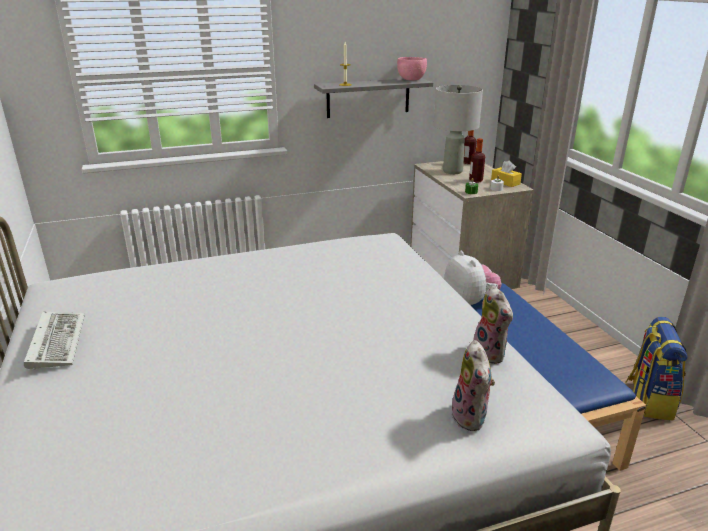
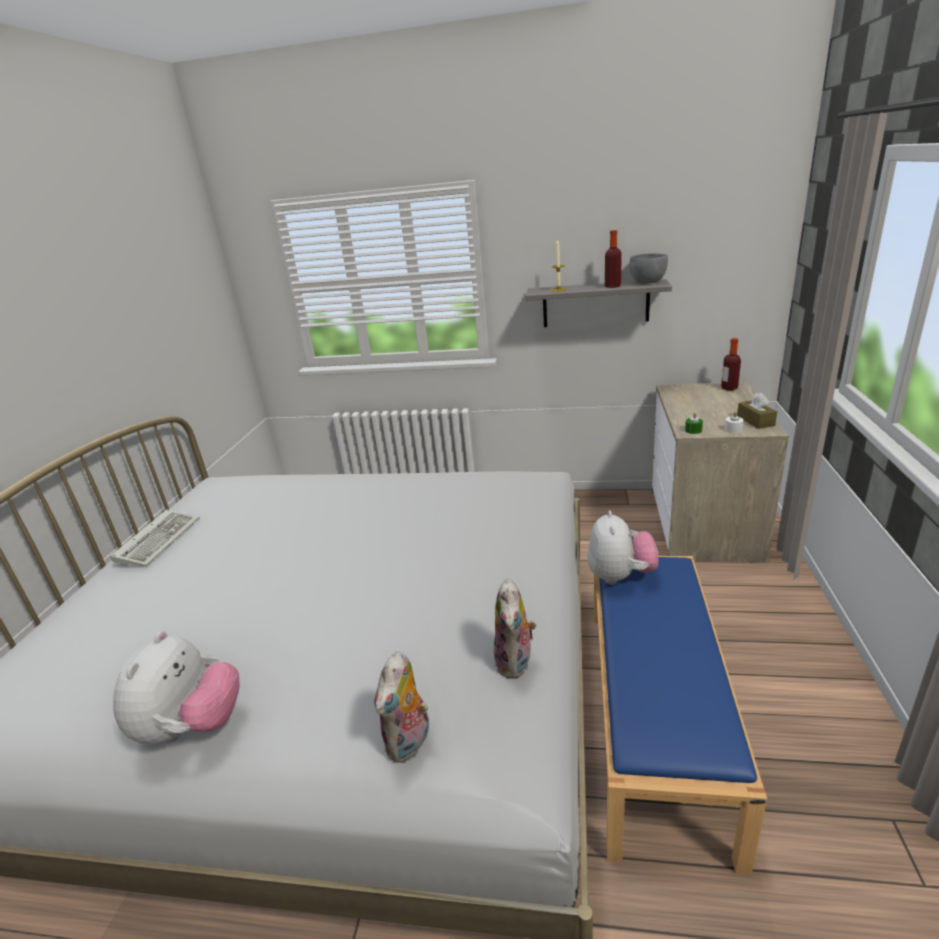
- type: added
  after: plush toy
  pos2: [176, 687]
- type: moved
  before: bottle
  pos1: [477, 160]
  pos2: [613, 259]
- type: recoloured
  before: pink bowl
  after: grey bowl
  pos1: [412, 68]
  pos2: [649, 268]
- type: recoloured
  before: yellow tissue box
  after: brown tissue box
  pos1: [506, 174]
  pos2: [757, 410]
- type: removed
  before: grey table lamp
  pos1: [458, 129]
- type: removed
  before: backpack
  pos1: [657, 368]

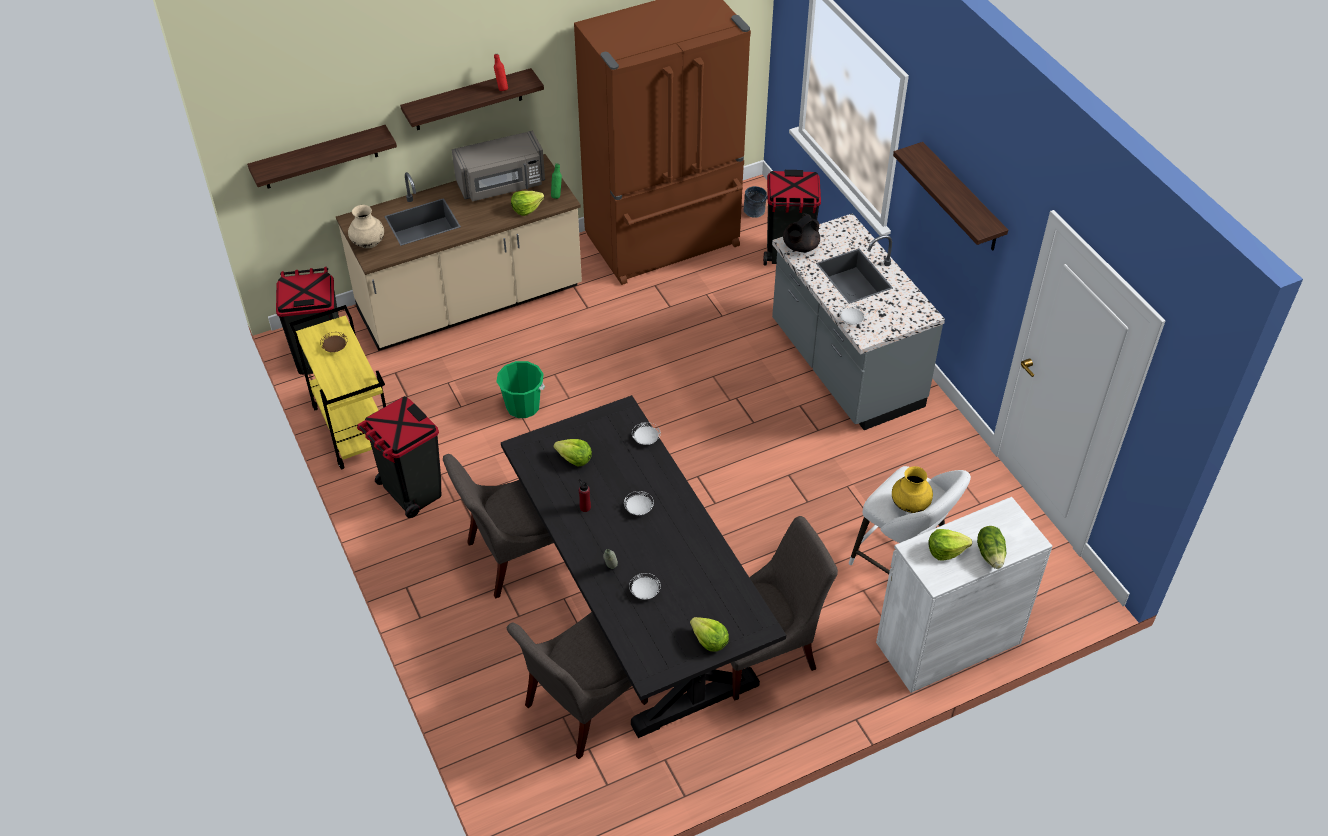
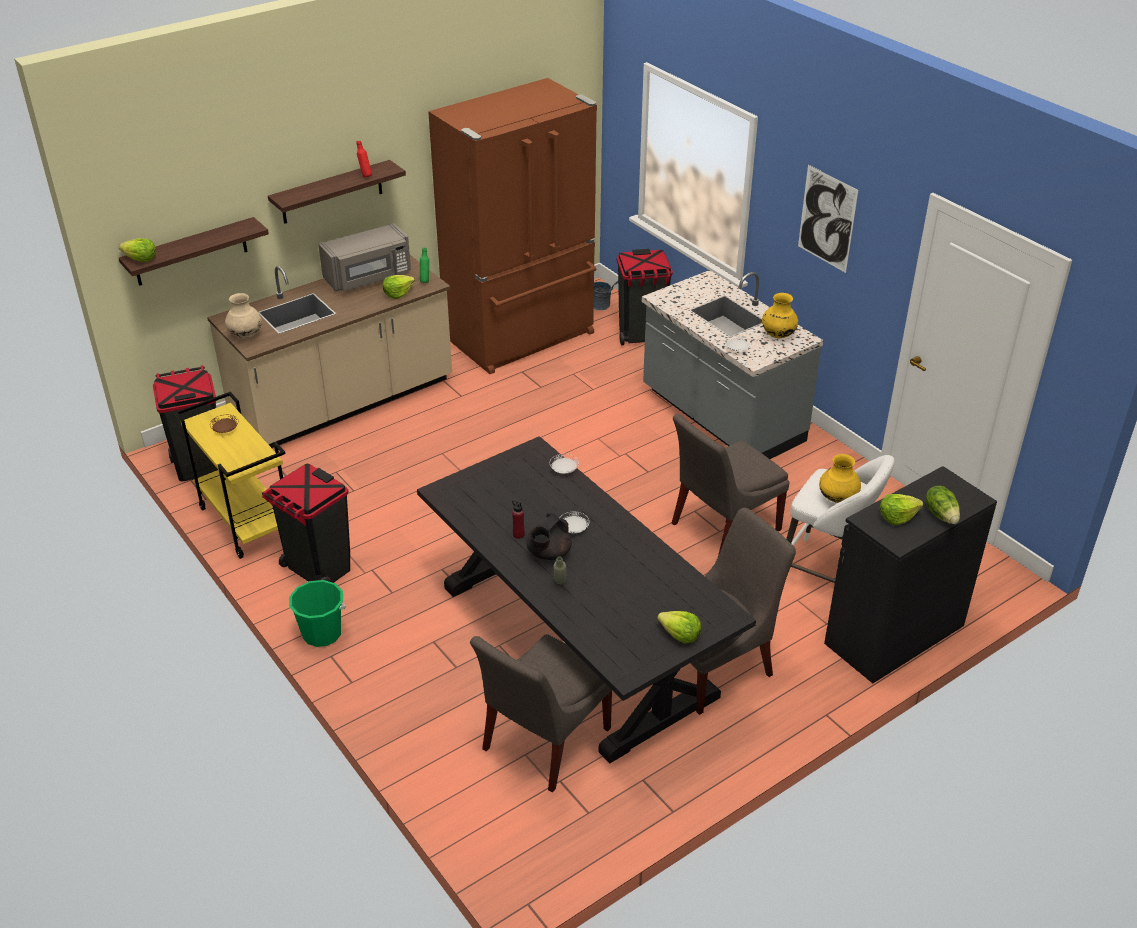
- type: moved
  before: lettuce
  pos1: [573, 453]
  pos2: [137, 250]
- type: moved
  before: green bucket
  pos1: [521, 389]
  pos2: [317, 613]
- type: moved
  before: black teapot
  pos1: [801, 232]
  pos2: [549, 536]
- type: moved
  before: grey chair
  pos1: [498, 526]
  pos2: [730, 485]
- type: added
  after: yellow vase
  pos2: [780, 315]
- type: replaced
  before: shelf
  after: picture
  pos1: [950, 196]
  pos2: [828, 219]
- type: recoloured
  before: white cabinet
  after: black cabinet
  pos1: [964, 595]
  pos2: [910, 574]
- type: removed
  before: white plate
  pos1: [645, 586]

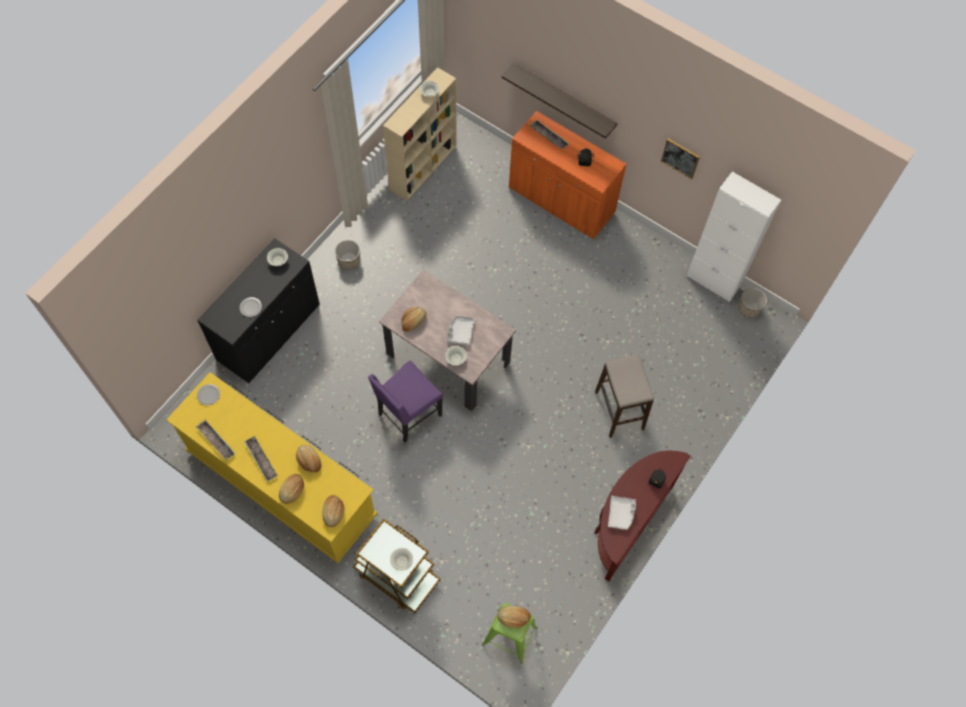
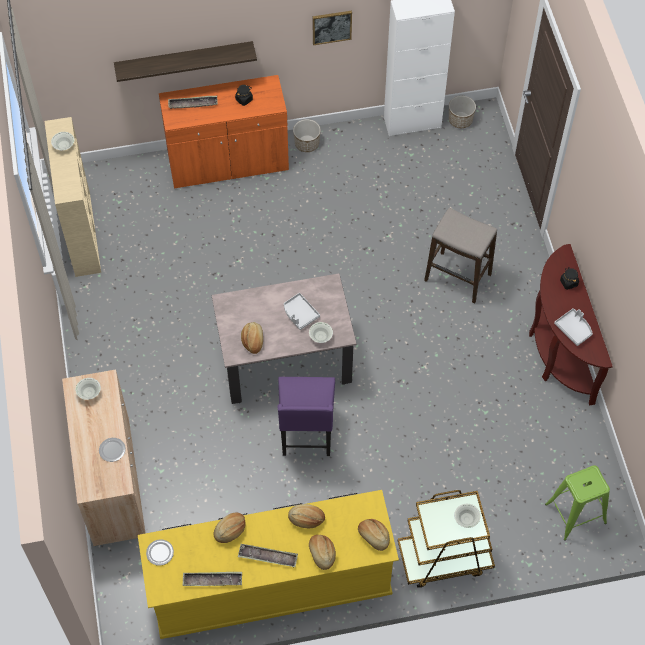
- type: recoloured
  before: black cabinet
  after: beige cabinet
  pos1: [258, 310]
  pos2: [103, 458]
- type: moved
  before: bread
  pos1: [514, 617]
  pos2: [230, 527]
- type: moved
  before: planter
  pos1: [347, 255]
  pos2: [307, 135]

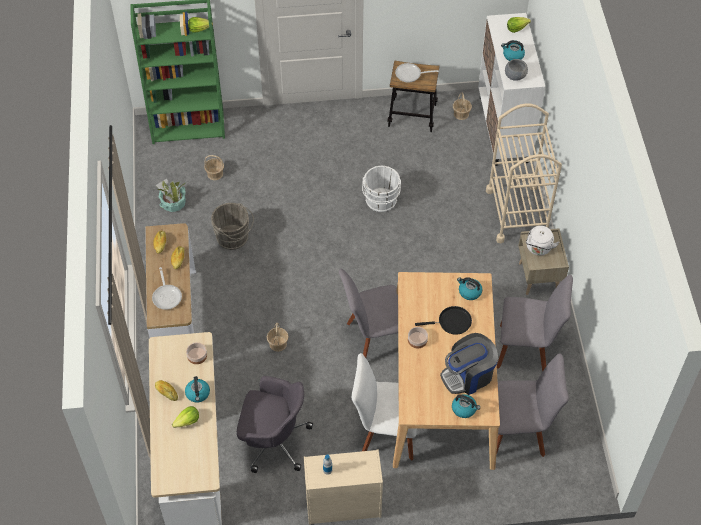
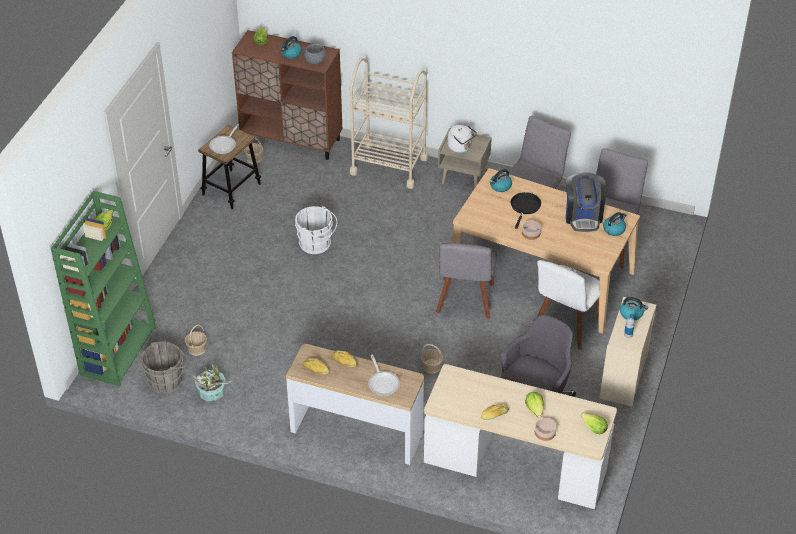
- type: moved
  before: grey bucket
  pos1: [232, 226]
  pos2: [164, 367]
- type: recoloured
  before: white cabinet
  after: brown cabinet
  pos1: [511, 89]
  pos2: [287, 95]
- type: turned
  before: frying pan
  pos1: [167, 288]
  pos2: [384, 375]
  turn: 60
- type: moved
  before: bowl
  pos1: [196, 353]
  pos2: [546, 429]
- type: added
  after: lettuce
  pos2: [594, 423]
- type: moved
  before: kettle
  pos1: [197, 389]
  pos2: [634, 309]

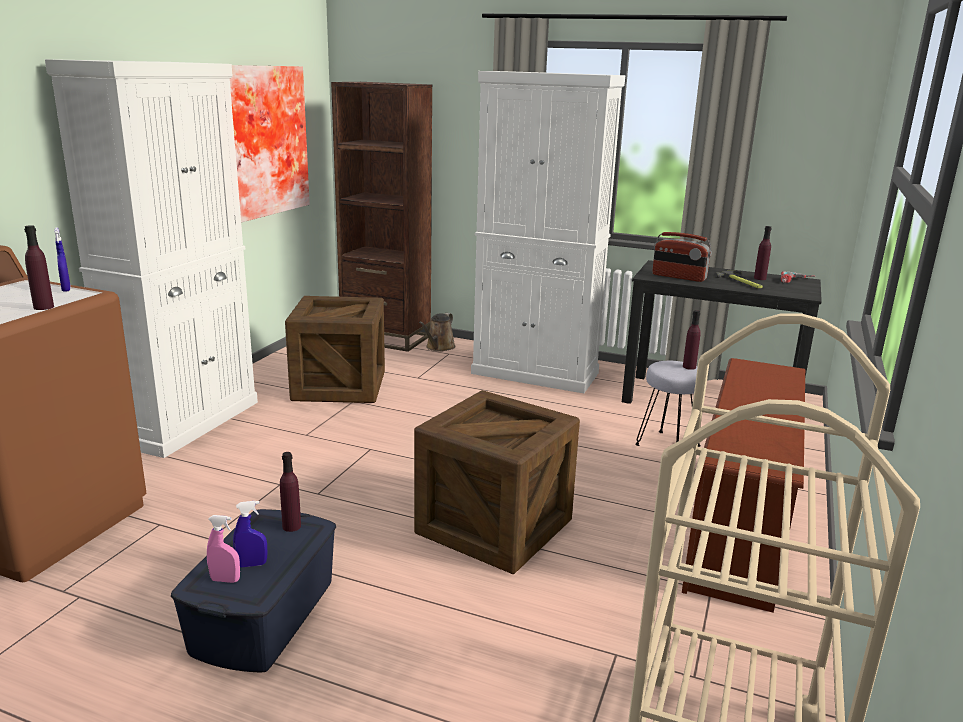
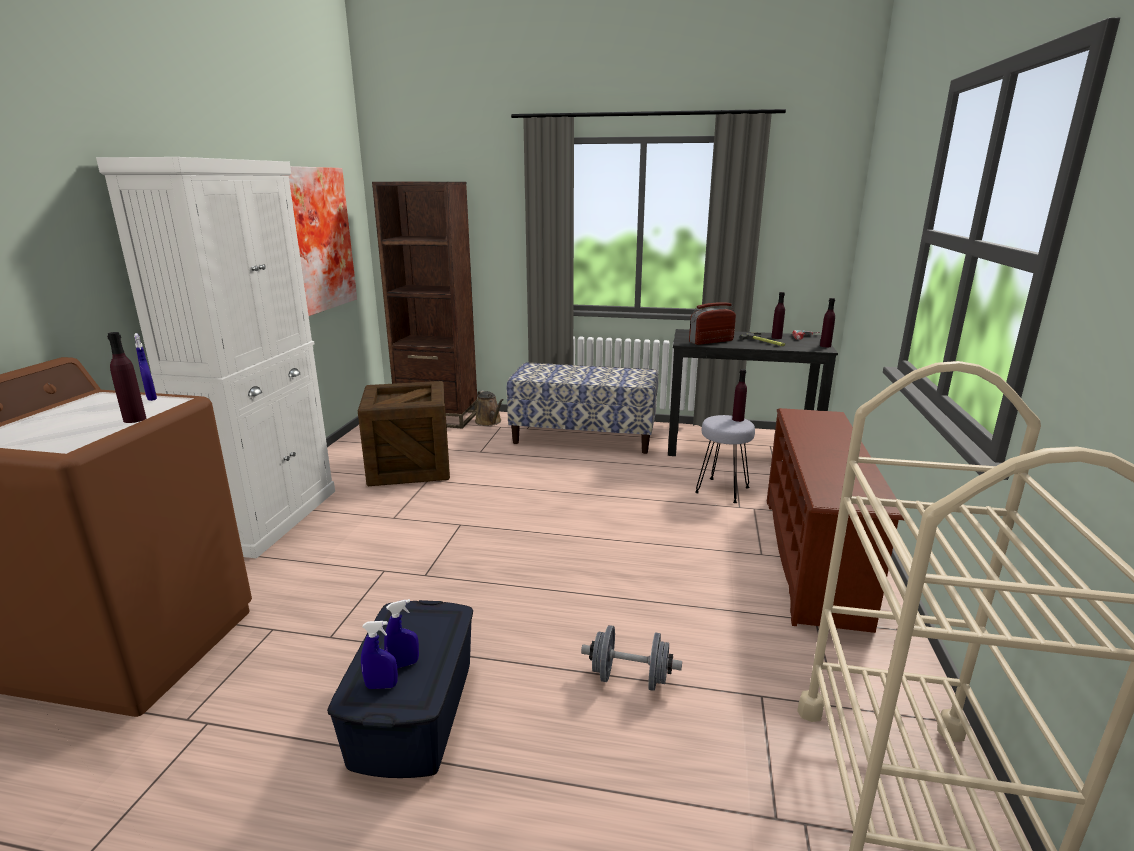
- type: recoloured
  before: pink spray bottle
  after: blue spray bottle
  pos1: [223, 549]
  pos2: [379, 655]
- type: turned
  before: brown watering can
  pos1: [437, 332]
  pos2: [489, 408]
  turn: -45
- type: replaced
  before: white cabinet
  after: bench
  pos1: [548, 232]
  pos2: [583, 408]
- type: added
  after: grey dumbbell
  pos2: [631, 658]
- type: turned
  before: radio
  pos1: [682, 257]
  pos2: [712, 323]
  turn: 135
- type: moved
  before: purple bottle
  pos1: [290, 492]
  pos2: [827, 322]
- type: removed
  before: crate
  pos1: [497, 482]

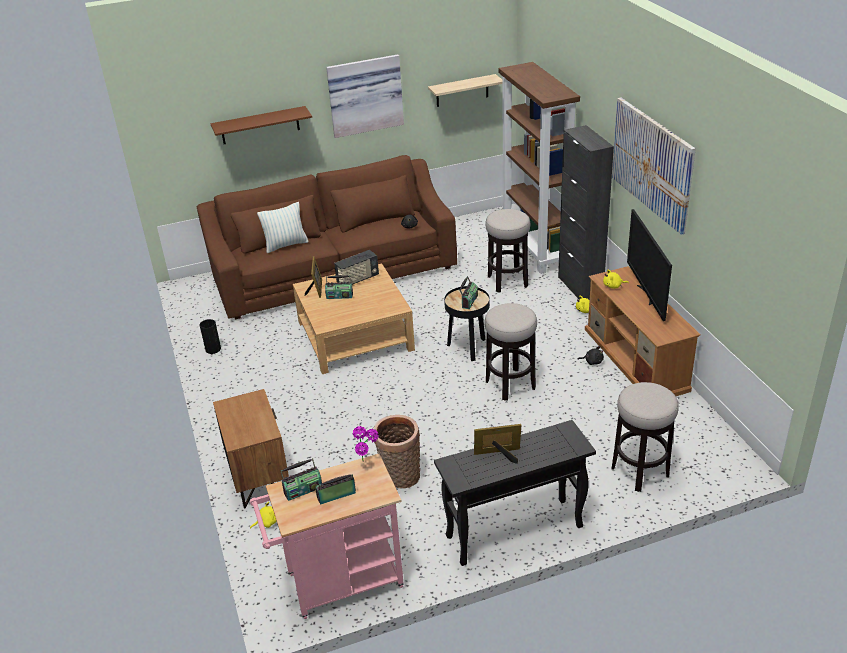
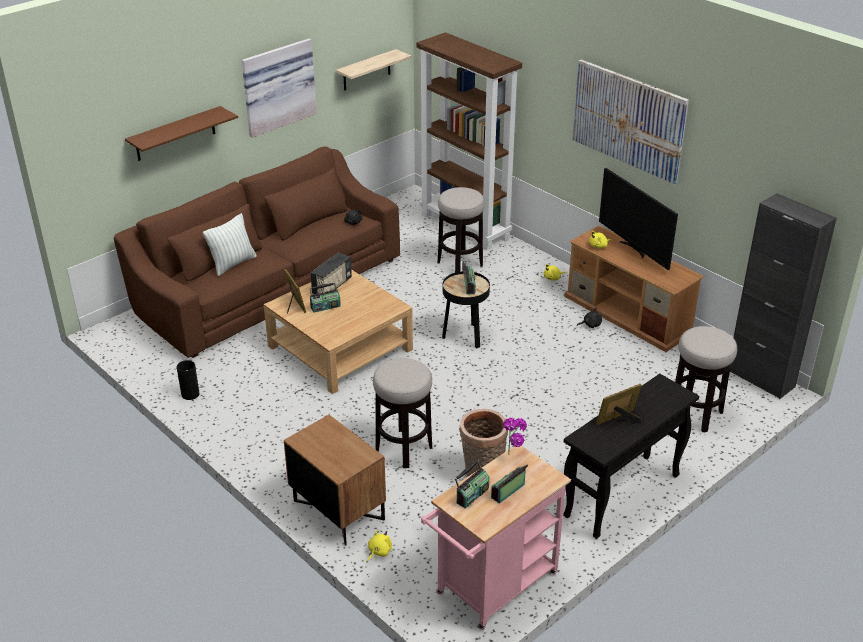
- type: moved
  before: stool
  pos1: [511, 352]
  pos2: [402, 413]
- type: moved
  before: black cabinet
  pos1: [586, 212]
  pos2: [783, 296]

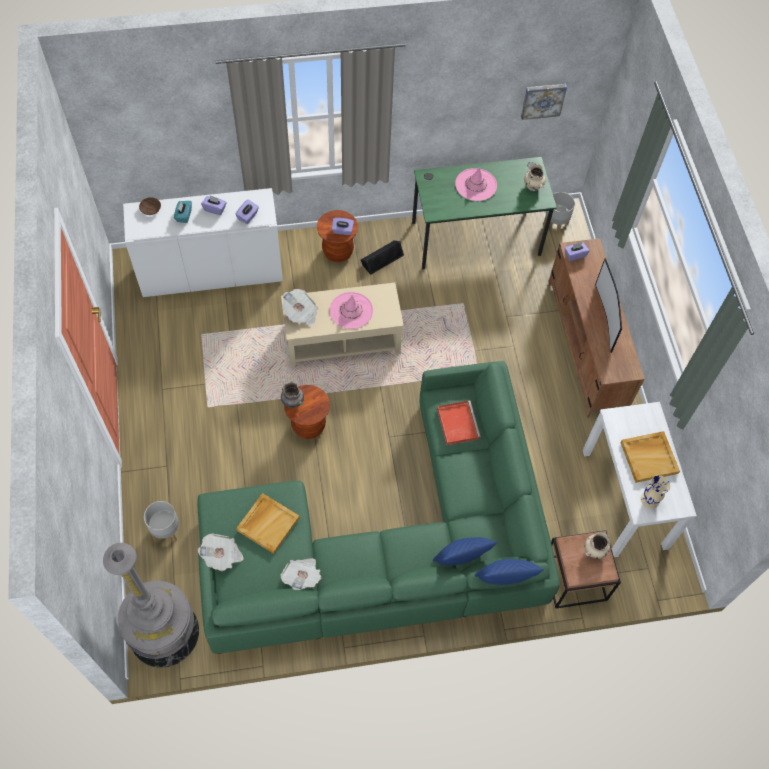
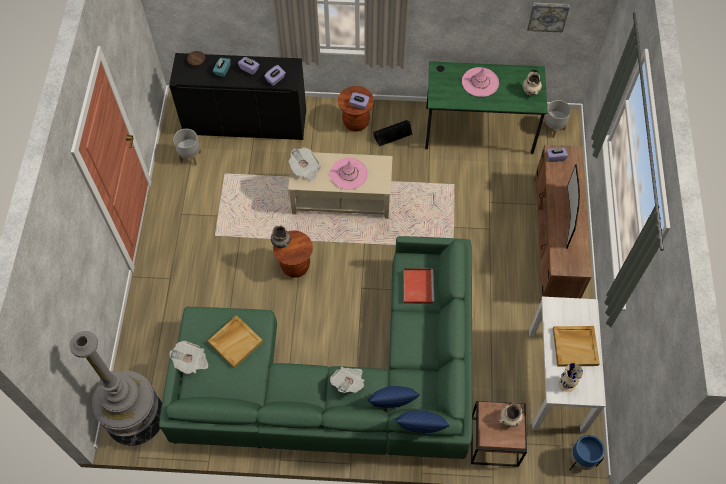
- type: recoloured
  before: white cabinet
  after: black cabinet
  pos1: [203, 242]
  pos2: [237, 96]
- type: moved
  before: grey planter
  pos1: [161, 521]
  pos2: [187, 147]
- type: moved
  before: newspaper
  pos1: [301, 574]
  pos2: [347, 380]
- type: added
  after: blue planter
  pos2: [587, 452]

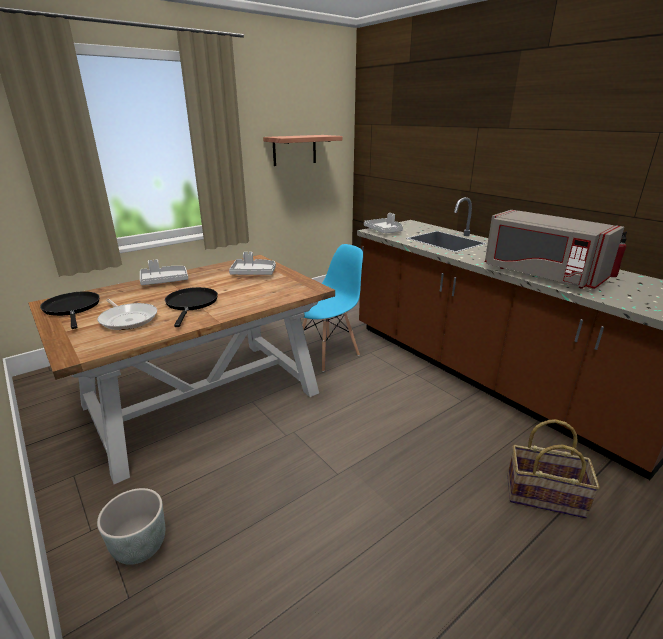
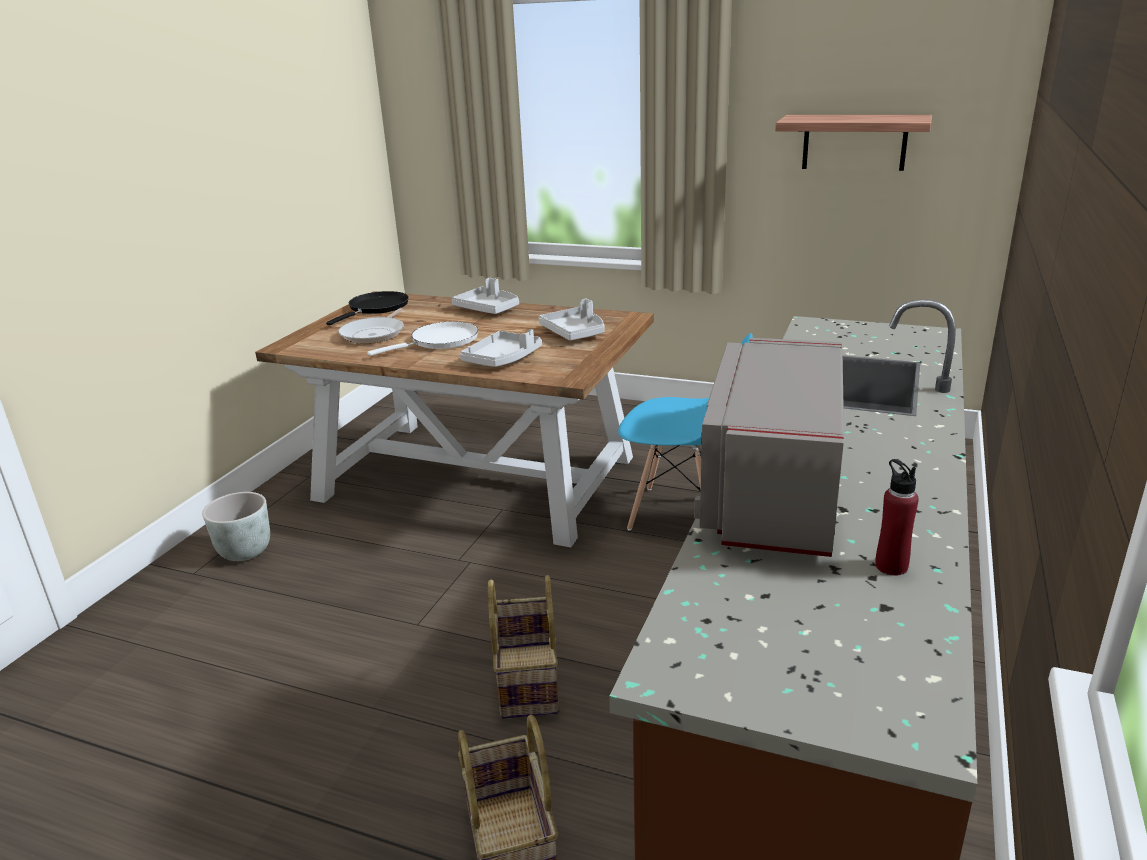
- type: recoloured
  before: black frying pan
  after: white frying pan
  pos1: [191, 307]
  pos2: [422, 338]
- type: moved
  before: grey tray
  pos1: [383, 223]
  pos2: [501, 348]
- type: added
  after: basket
  pos2: [523, 647]

